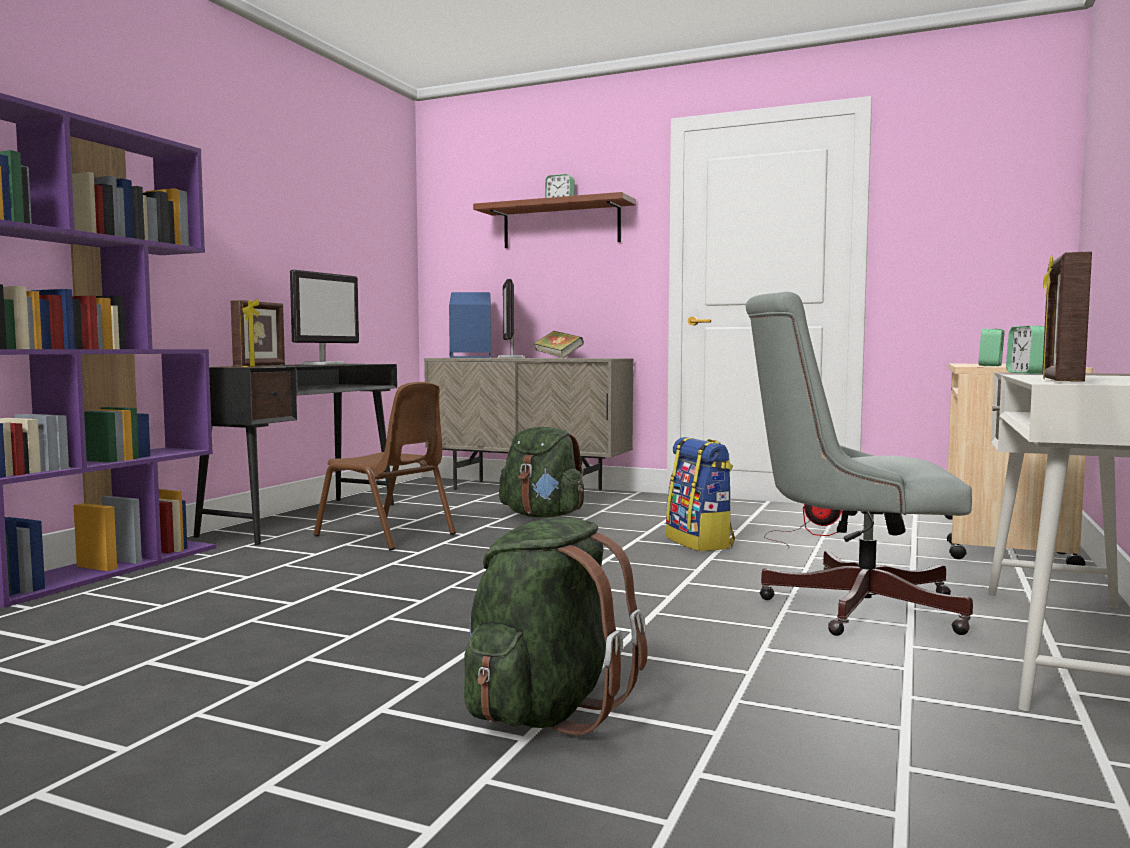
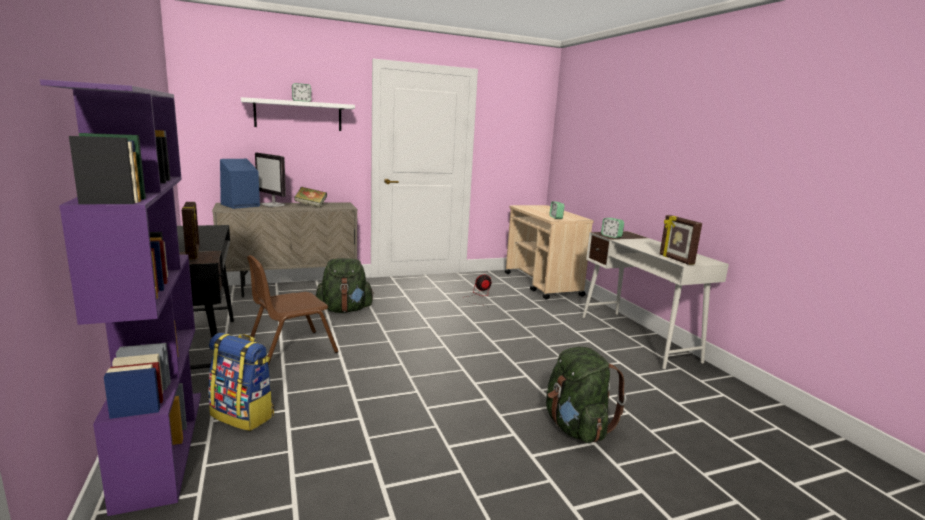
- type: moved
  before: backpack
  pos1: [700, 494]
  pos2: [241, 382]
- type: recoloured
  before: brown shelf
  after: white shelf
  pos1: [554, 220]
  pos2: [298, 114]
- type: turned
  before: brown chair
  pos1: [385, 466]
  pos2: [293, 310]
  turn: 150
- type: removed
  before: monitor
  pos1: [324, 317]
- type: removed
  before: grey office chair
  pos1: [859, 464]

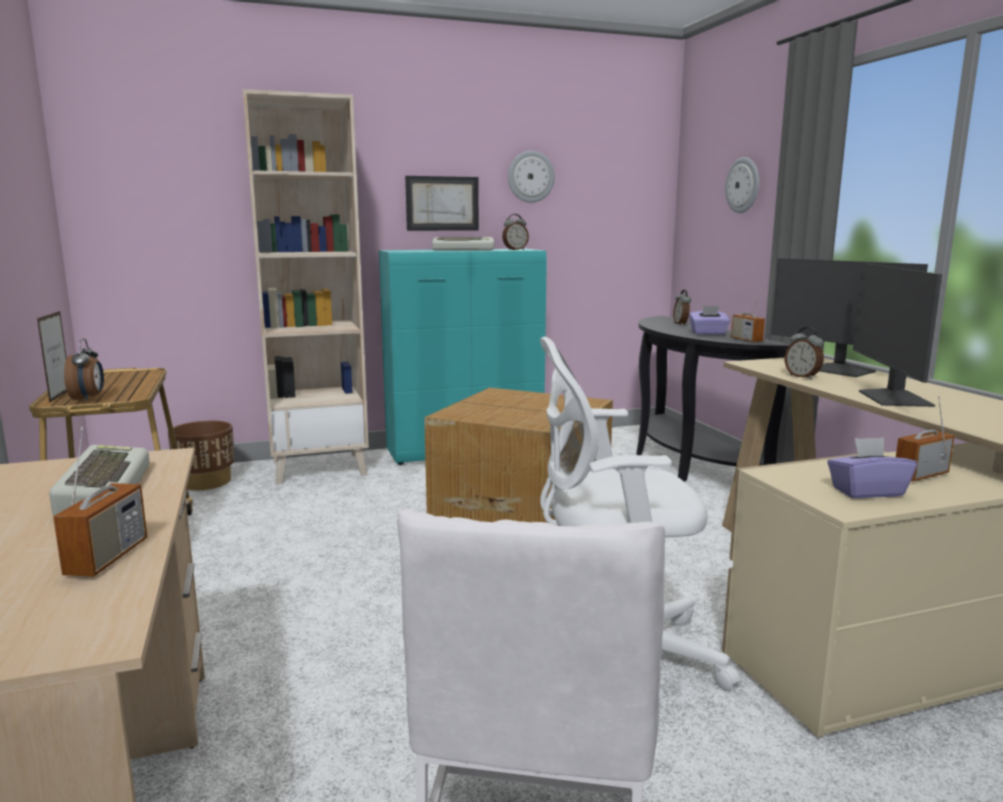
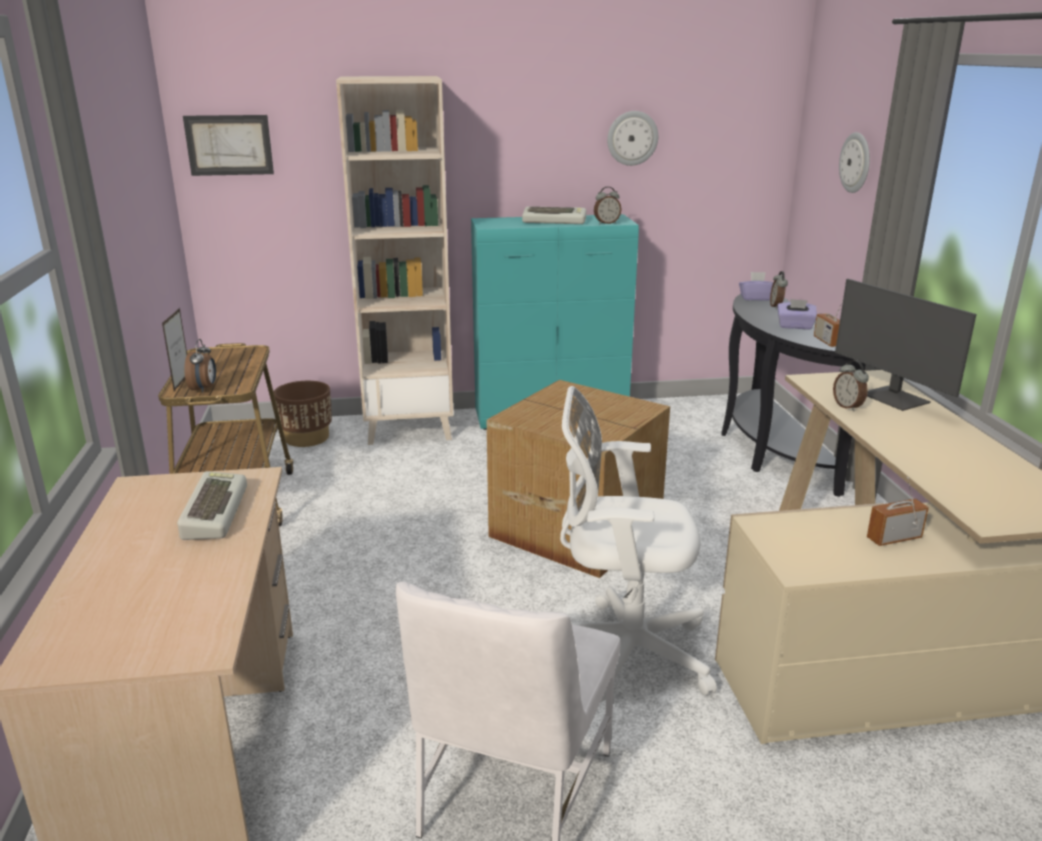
- type: moved
  before: picture
  pos1: [442, 203]
  pos2: [228, 145]
- type: moved
  before: purple tissue box
  pos1: [872, 467]
  pos2: [756, 286]
- type: removed
  before: radio
  pos1: [100, 502]
- type: removed
  before: monitor
  pos1: [897, 335]

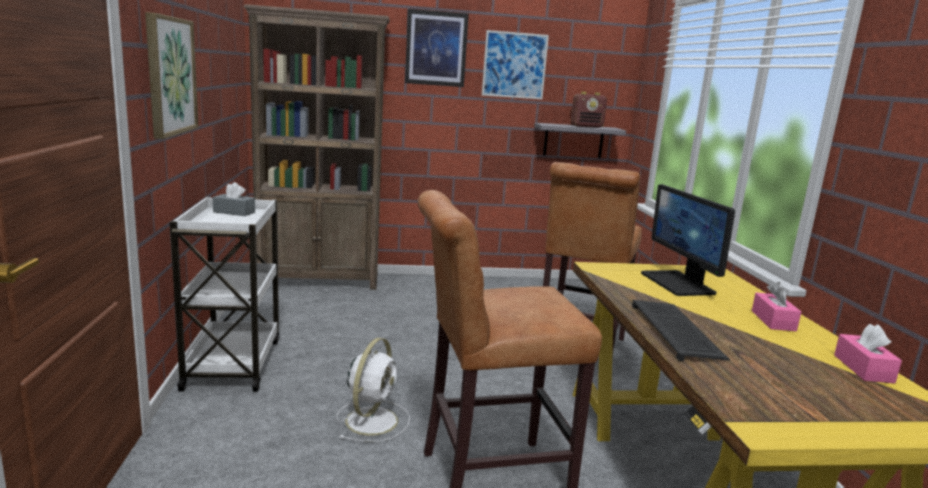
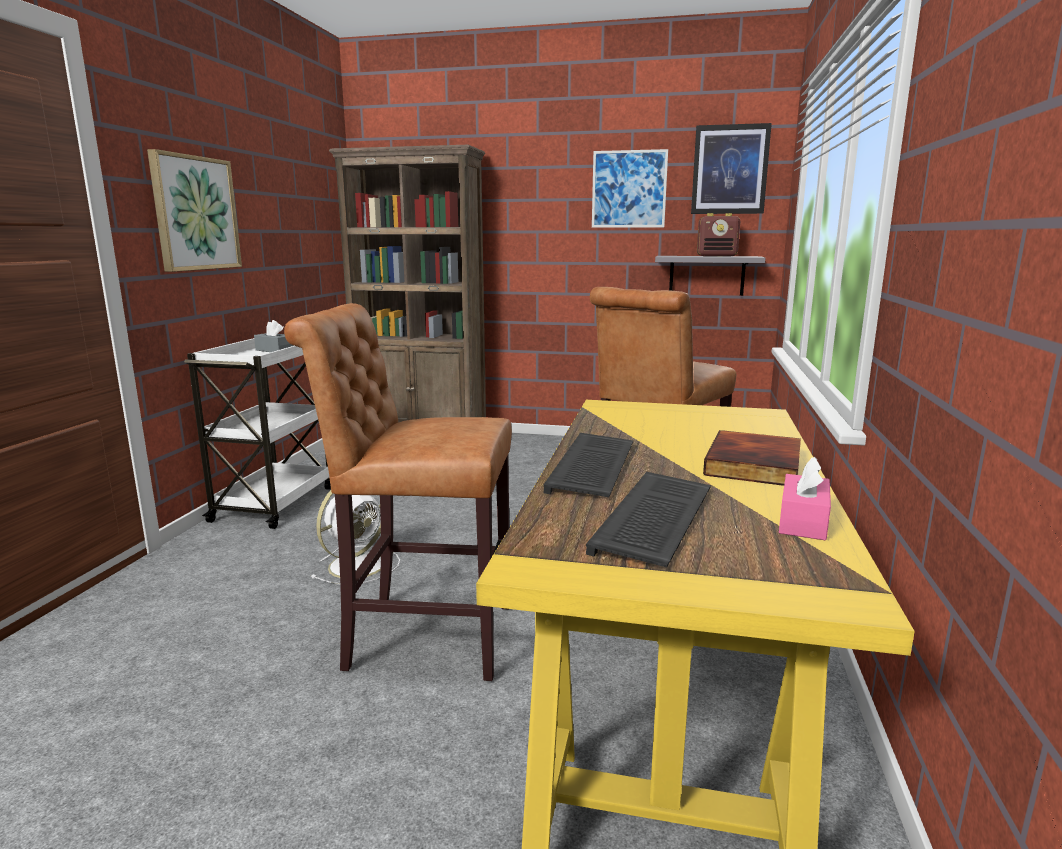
- type: added
  after: keyboard
  pos2: [648, 520]
- type: moved
  before: picture
  pos1: [437, 48]
  pos2: [731, 168]
- type: replaced
  before: pink tissue box
  after: book
  pos1: [776, 306]
  pos2: [752, 458]
- type: removed
  before: monitor
  pos1: [688, 240]

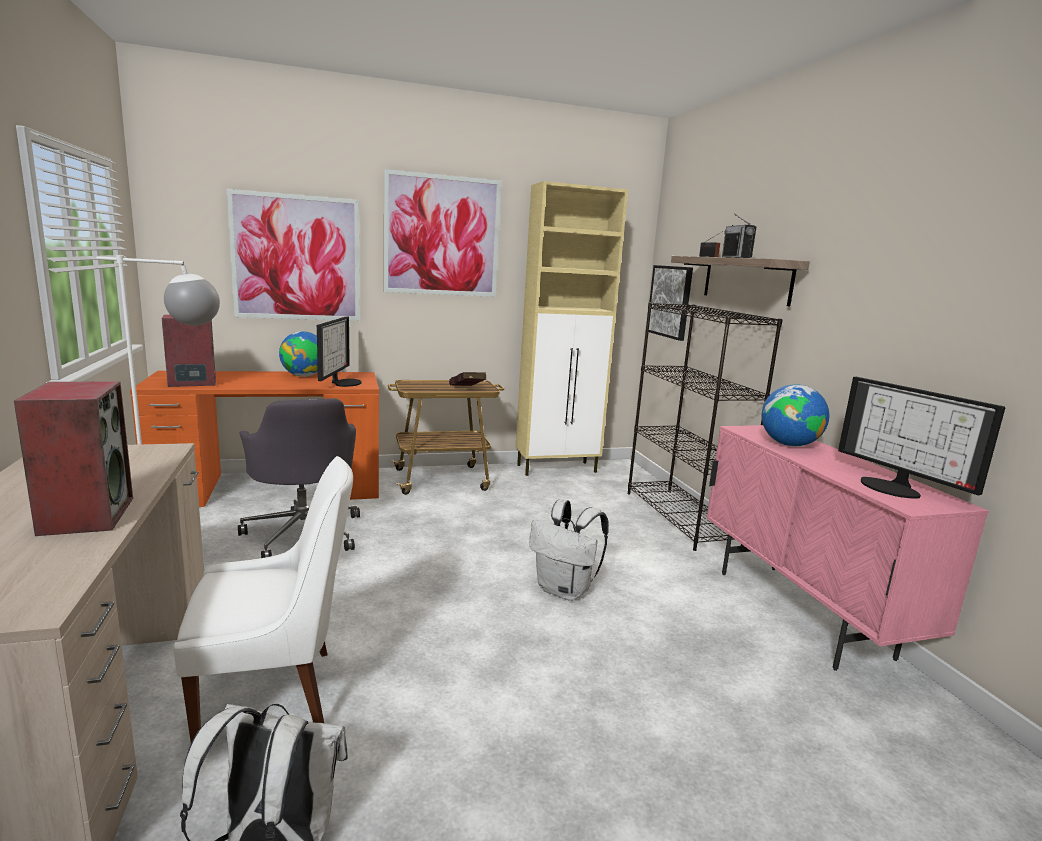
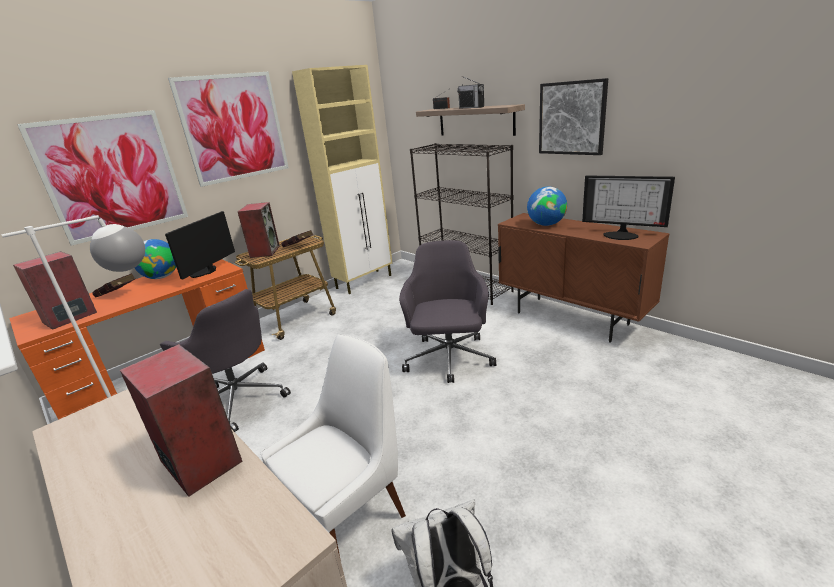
- type: added
  after: red book
  pos2: [113, 285]
- type: turned
  before: monitor
  pos1: [339, 351]
  pos2: [200, 245]
  turn: -135
- type: added
  after: speaker
  pos2: [259, 230]
- type: replaced
  before: white backpack
  after: grey office chair
  pos1: [569, 550]
  pos2: [447, 311]
- type: recoloured
  before: pink cabinet
  after: brown cabinet
  pos1: [848, 548]
  pos2: [584, 278]
- type: moved
  before: picture
  pos1: [671, 303]
  pos2: [573, 116]

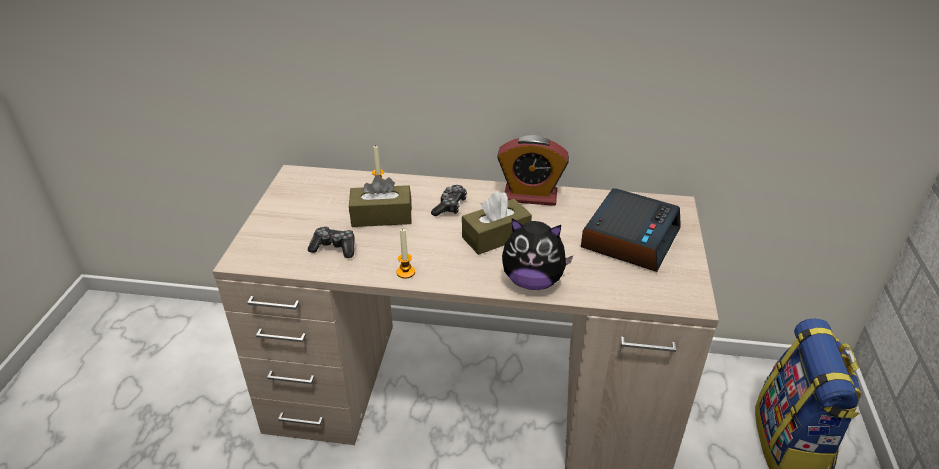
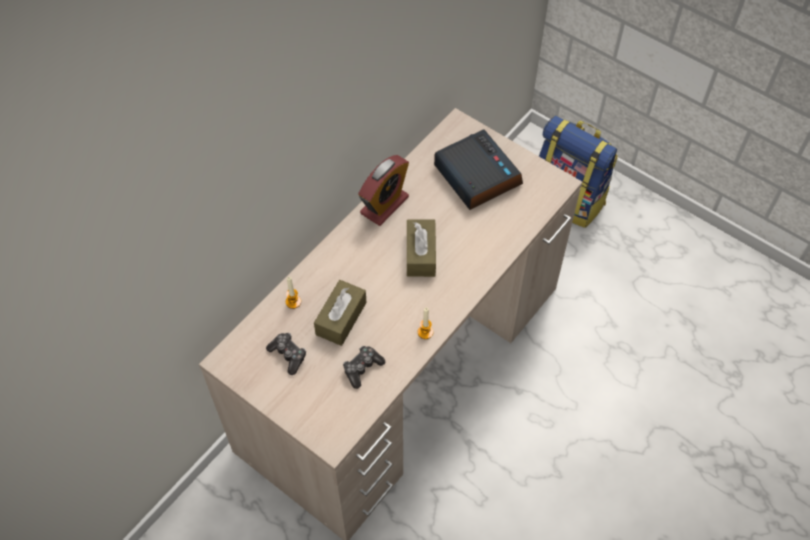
- type: moved
  before: game controller
  pos1: [449, 200]
  pos2: [286, 354]
- type: removed
  before: plush toy
  pos1: [537, 254]

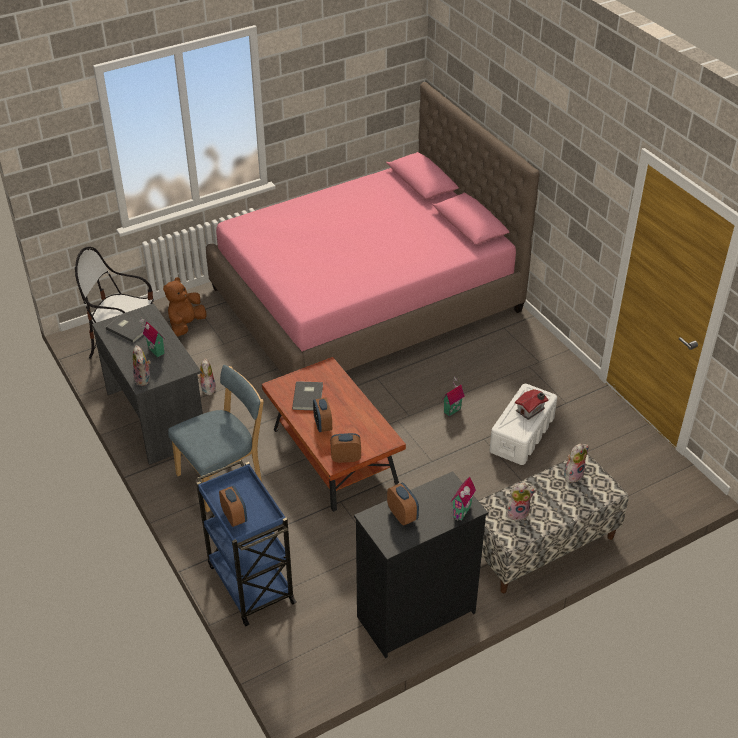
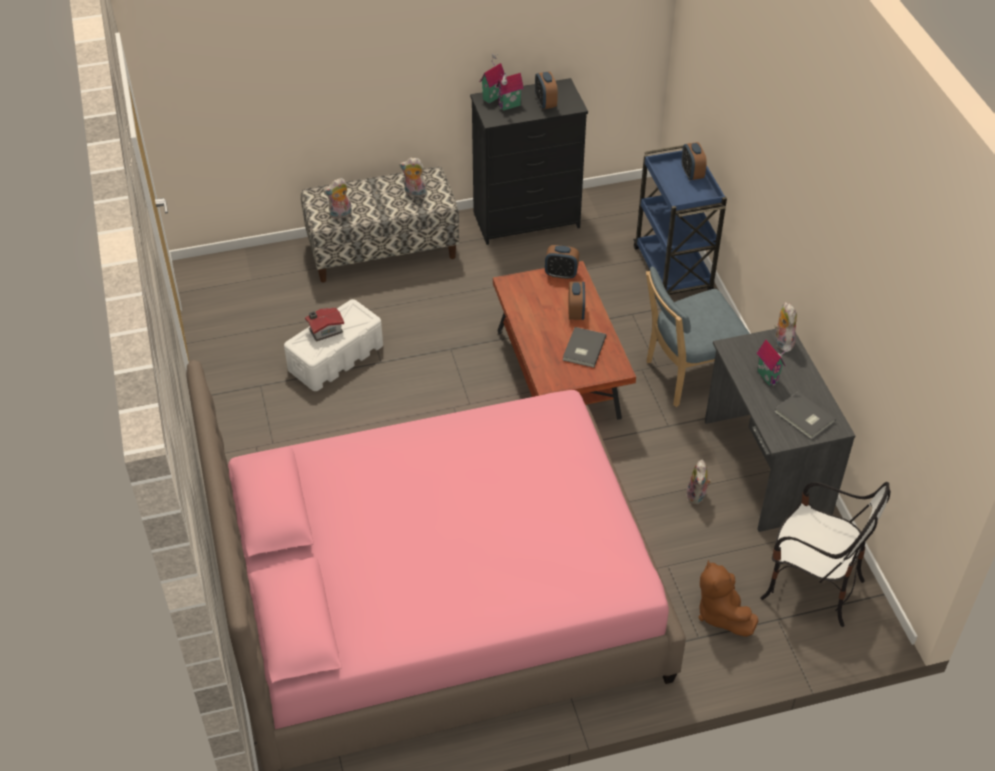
- type: moved
  before: toy house
  pos1: [454, 396]
  pos2: [510, 92]
- type: turned
  before: brown plush toy
  pos1: [184, 307]
  pos2: [728, 598]
  turn: 120

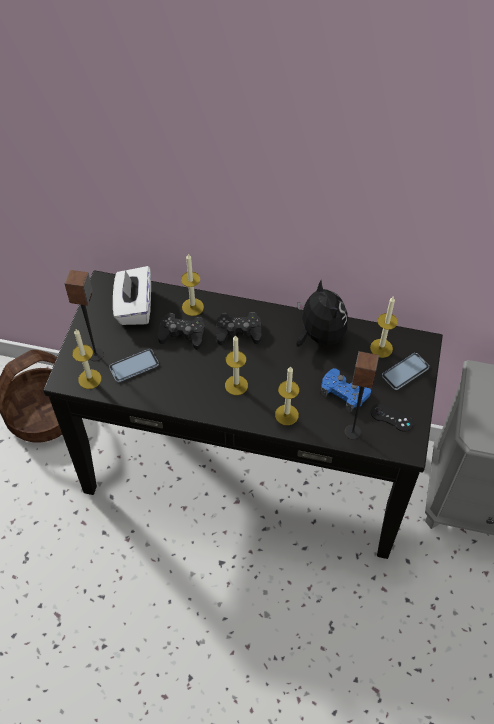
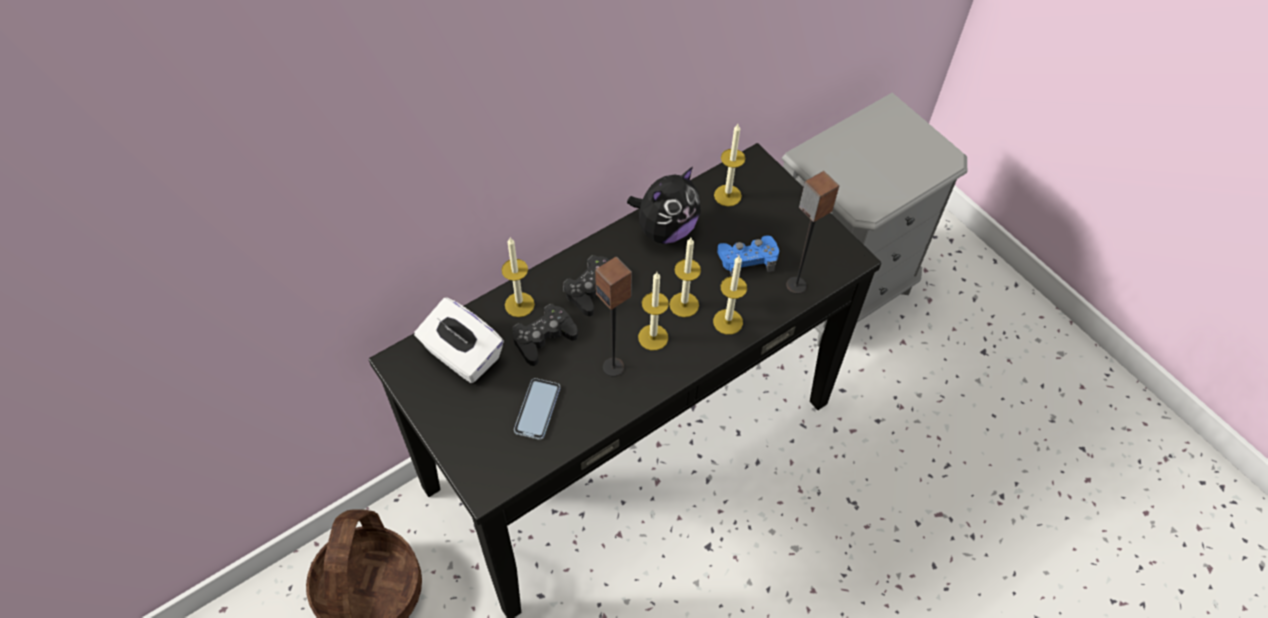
- type: moved
  before: speaker
  pos1: [84, 315]
  pos2: [613, 316]
- type: turned
  before: plush toy
  pos1: [322, 313]
  pos2: [664, 205]
  turn: 120
- type: moved
  before: candle
  pos1: [86, 359]
  pos2: [685, 277]
- type: removed
  before: black game controller
  pos1: [392, 418]
- type: removed
  before: phone
  pos1: [405, 371]

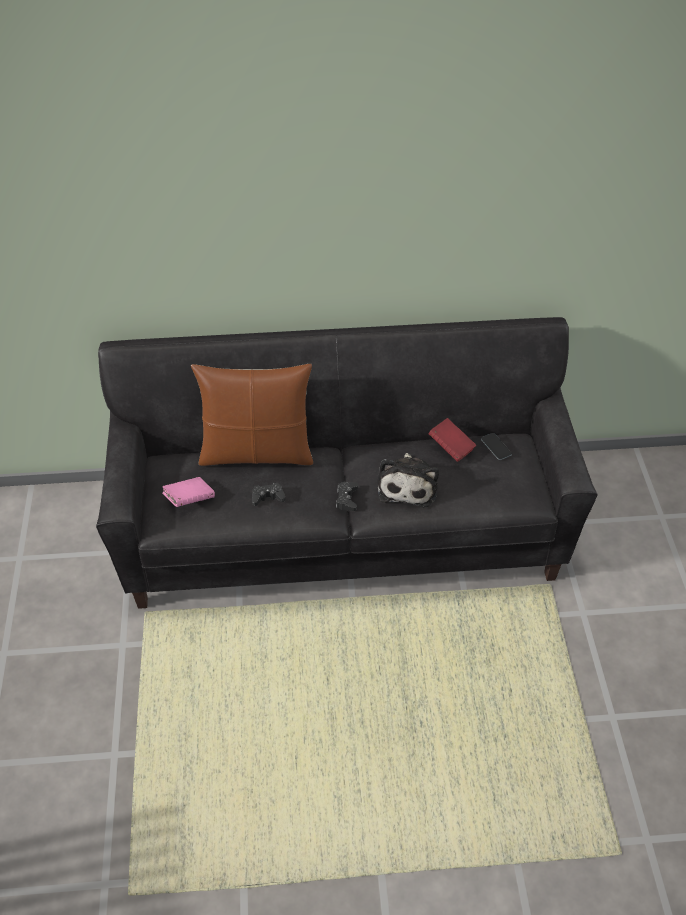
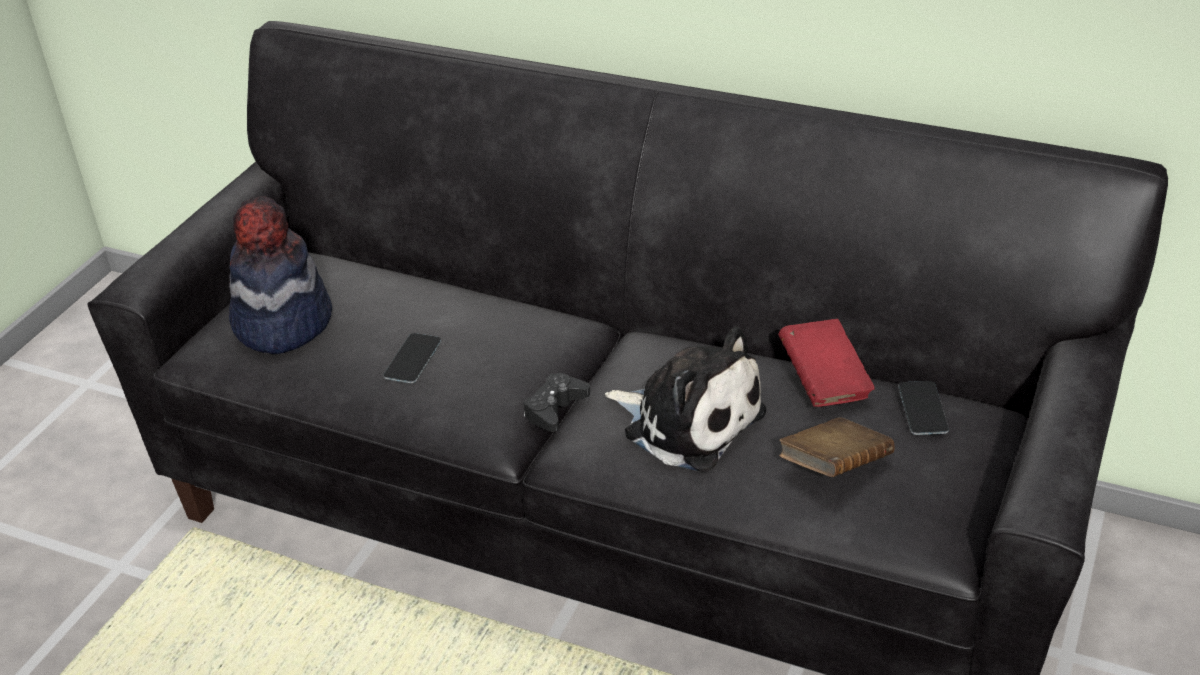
- type: replaced
  before: pink book
  after: hat
  pos1: [188, 492]
  pos2: [280, 275]
- type: replaced
  before: black game controller
  after: phone
  pos1: [269, 494]
  pos2: [412, 358]
- type: turned
  before: plush toy
  pos1: [408, 480]
  pos2: [685, 399]
  turn: -90
- type: added
  after: brown book
  pos2: [837, 447]
- type: removed
  before: brown pillow
  pos1: [252, 415]

